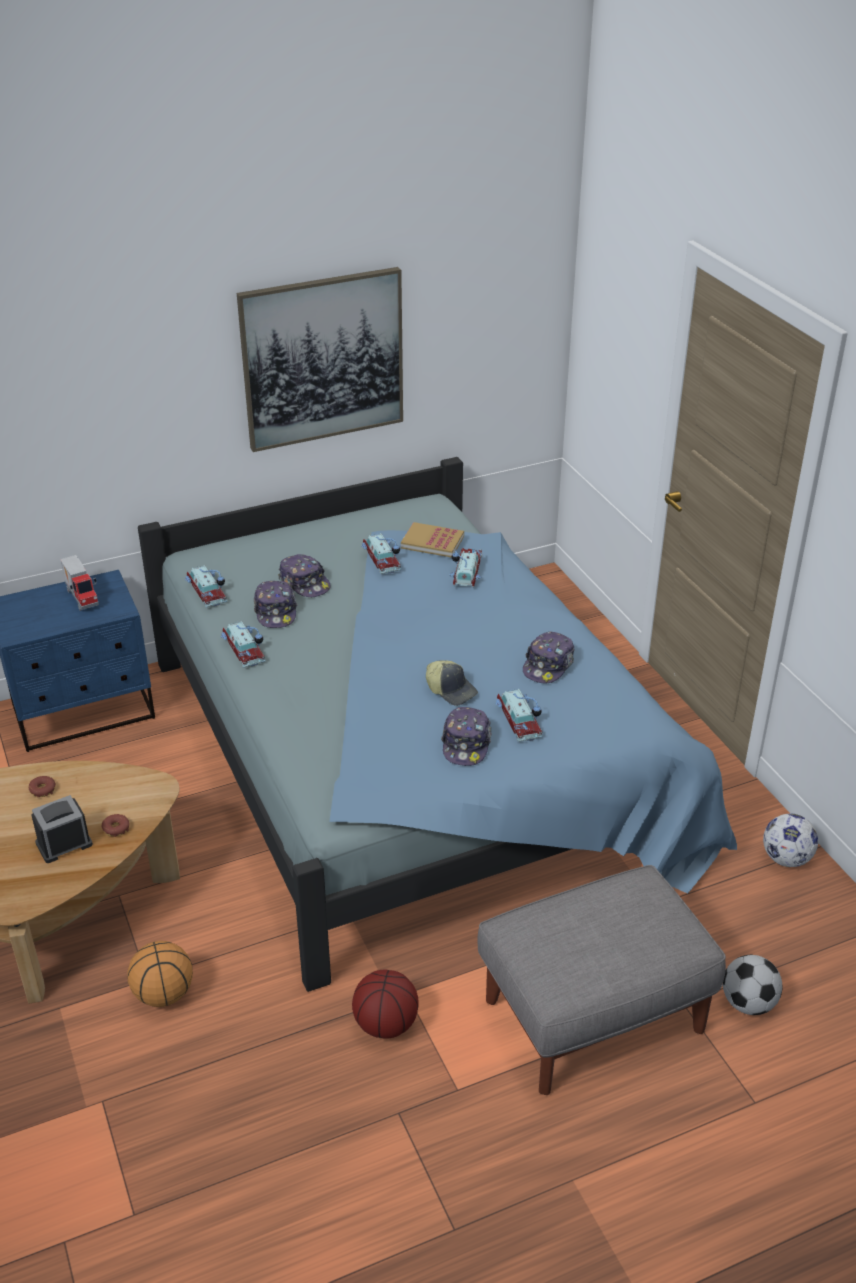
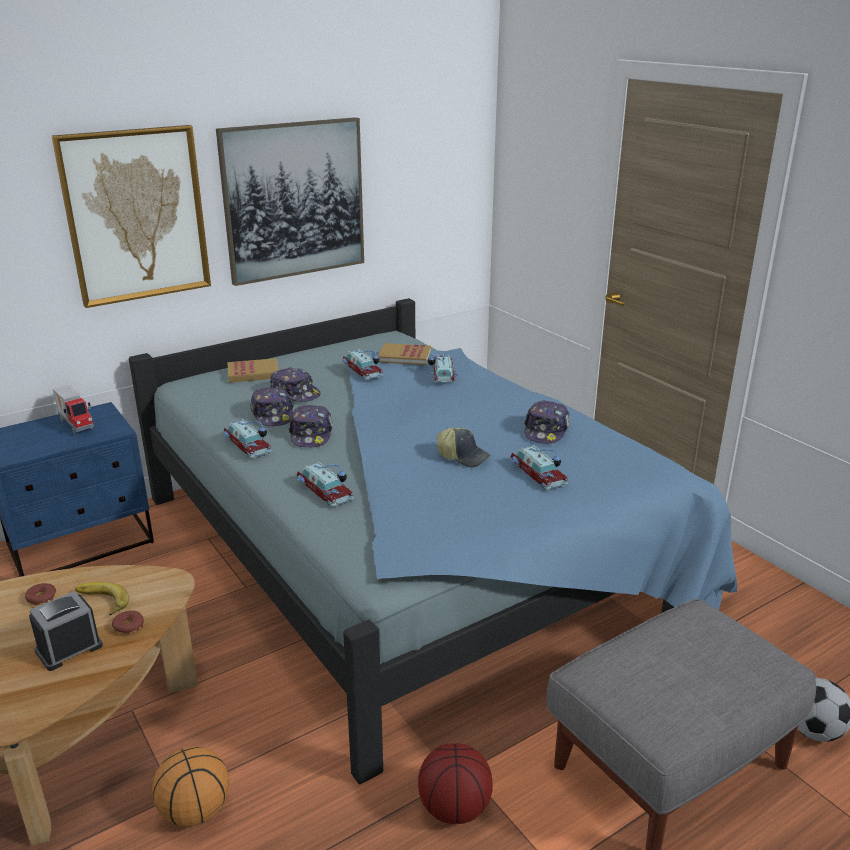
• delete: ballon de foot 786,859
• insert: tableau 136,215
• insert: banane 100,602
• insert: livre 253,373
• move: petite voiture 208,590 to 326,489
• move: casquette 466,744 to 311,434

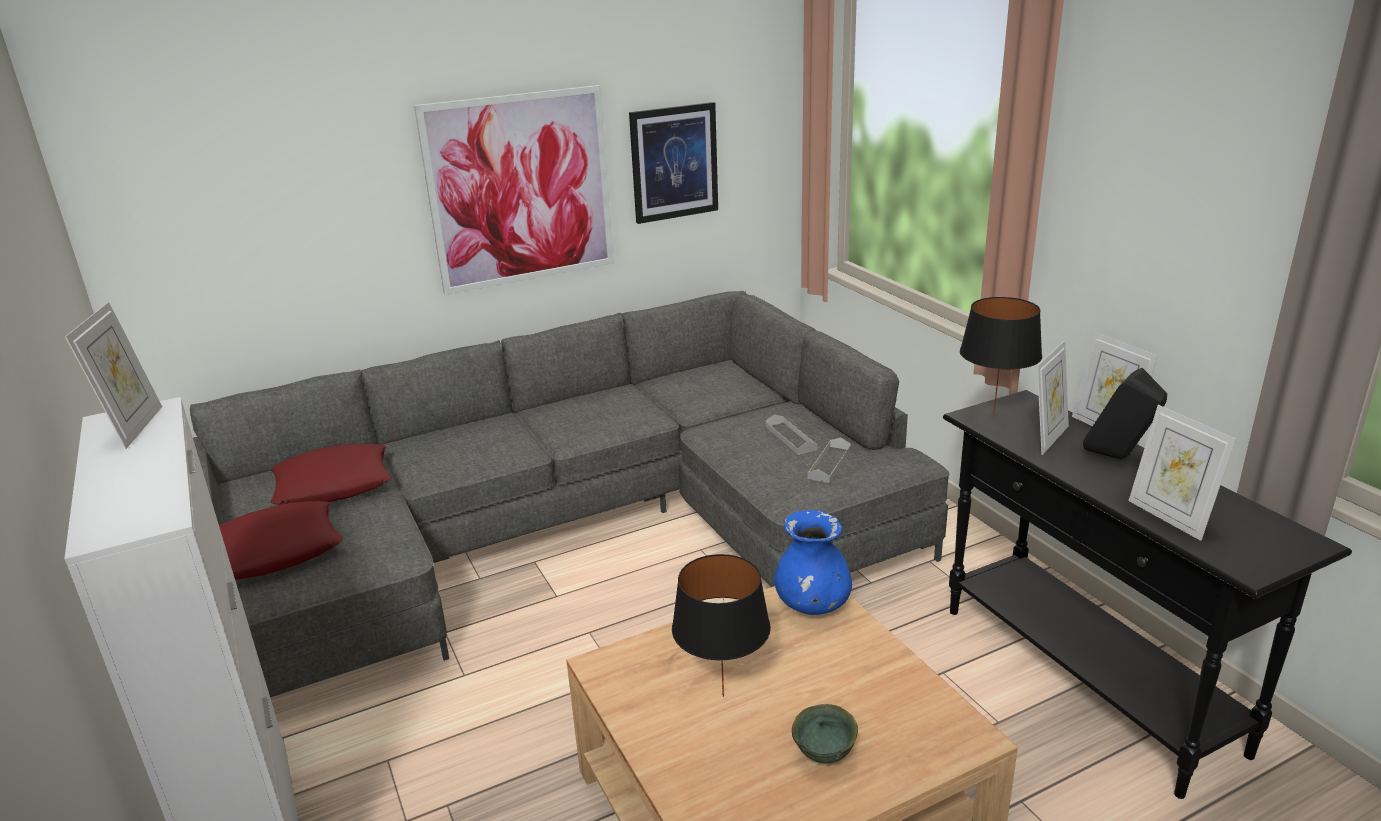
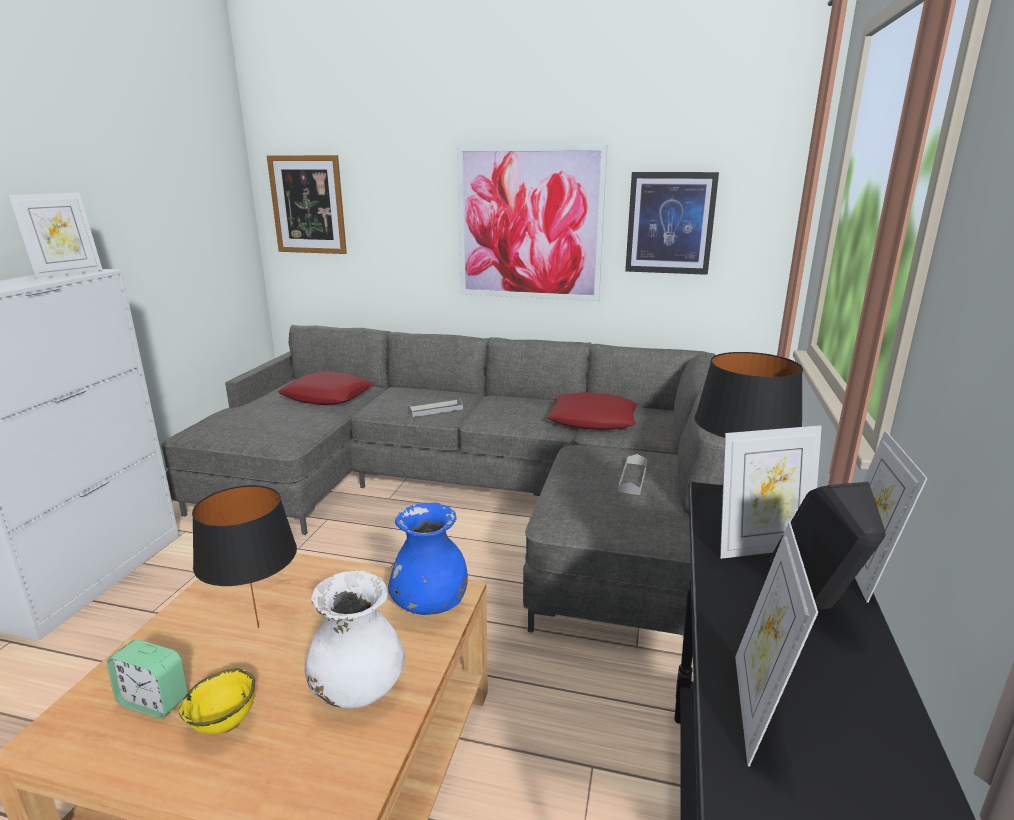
• insert: réveil 154,701
• insert: tableau 308,205
• insert: vase/blanc 357,689
• move: coussin/rouge 275,551 to 593,420
• move: plateau/gris 829,464 to 435,410
• recolor: bol/vert 825,755 to bol/jaune 225,725

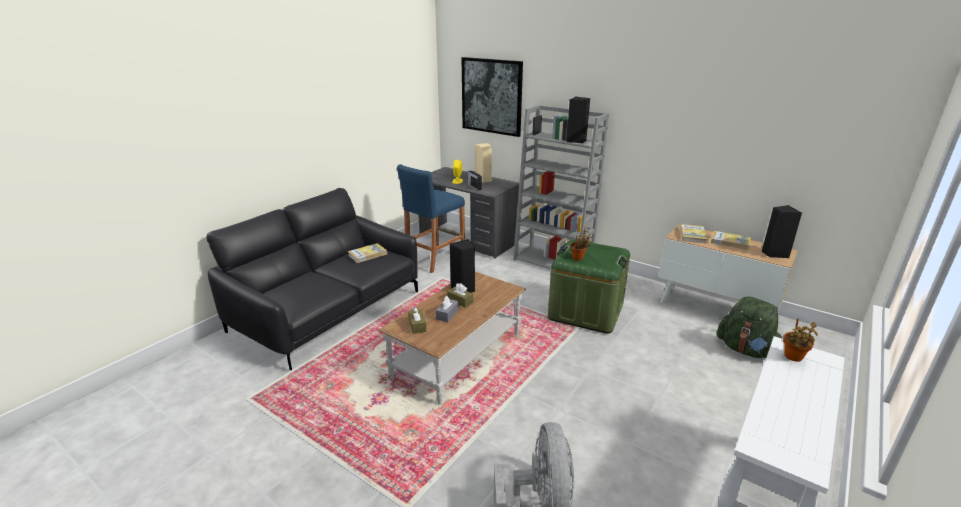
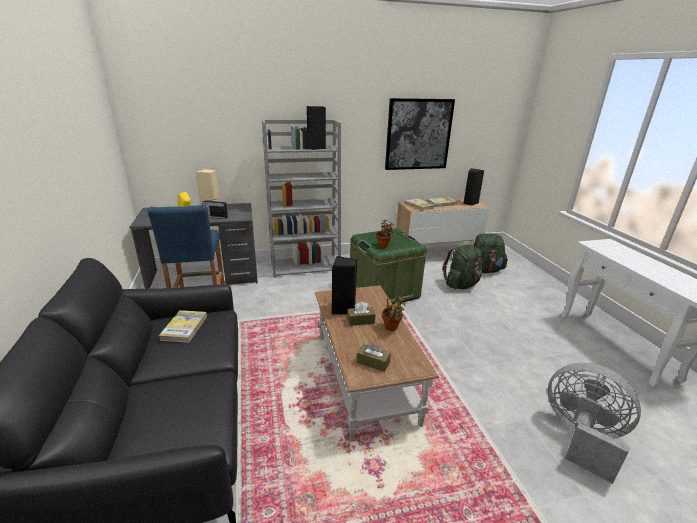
• delete: boîte à mouchoirs/gris 447,314
• insert: sac à dos/vert 461,285
• move: tableau 491,96 to 418,134
• move: plante en pot 793,358 to 391,328

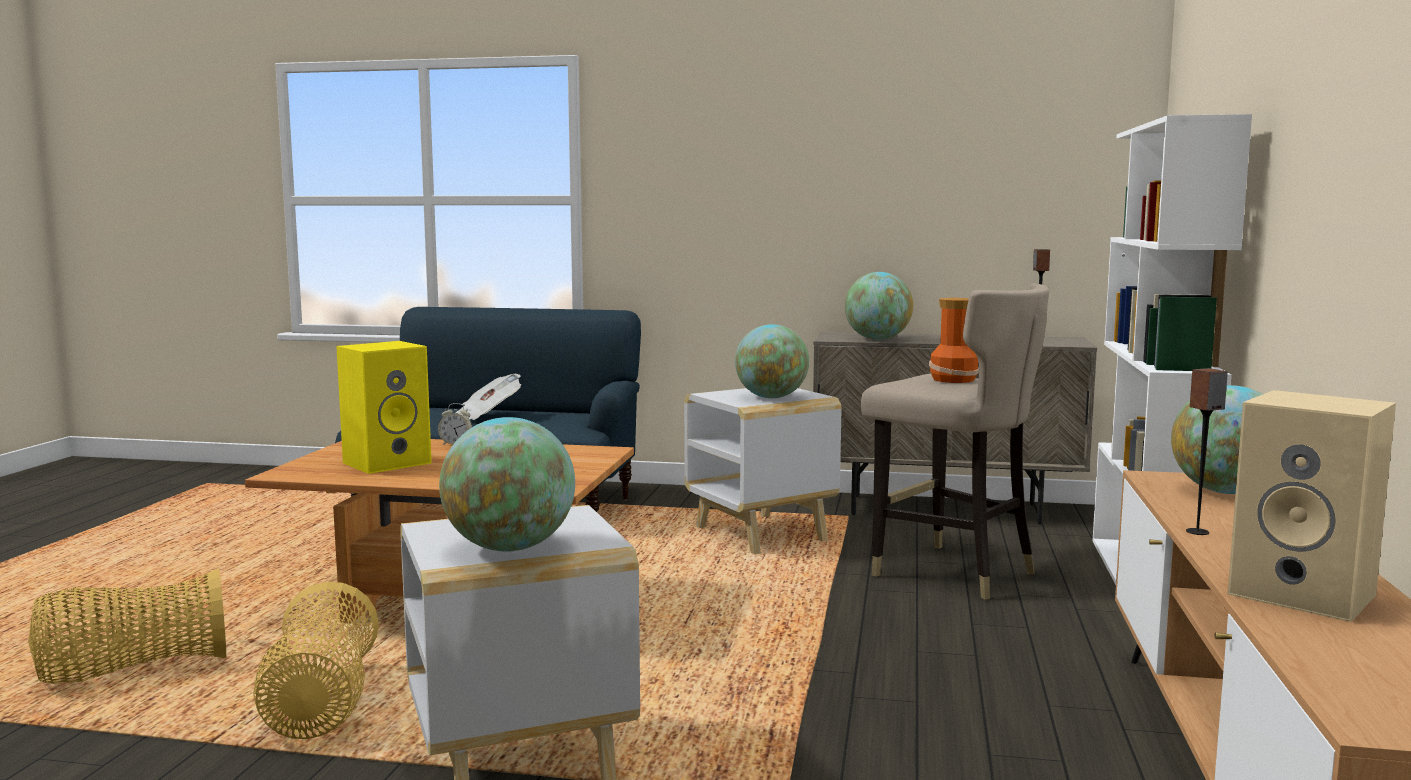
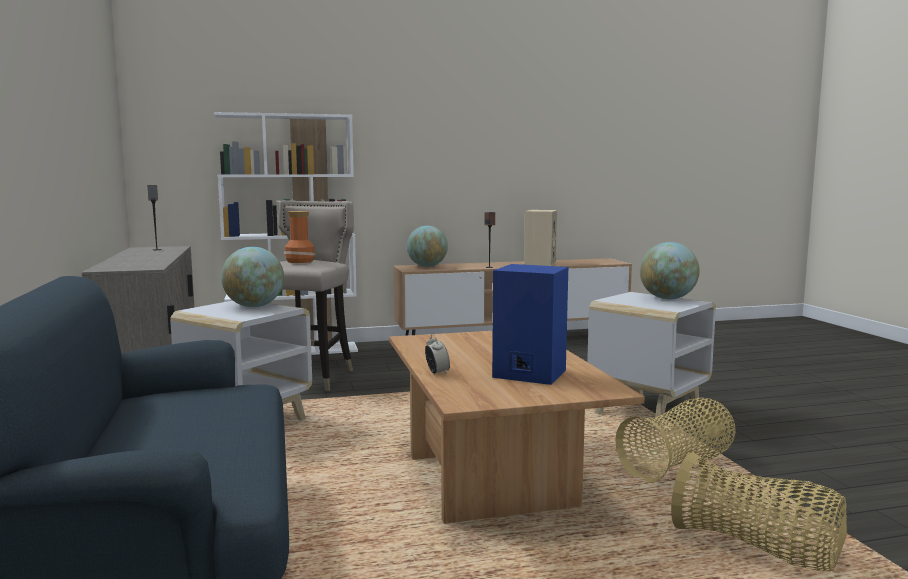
• delete: journal 486,417
• delete: globe 878,339
• recolor: enceinte/jaune 388,462 to enceinte/bleu 527,374

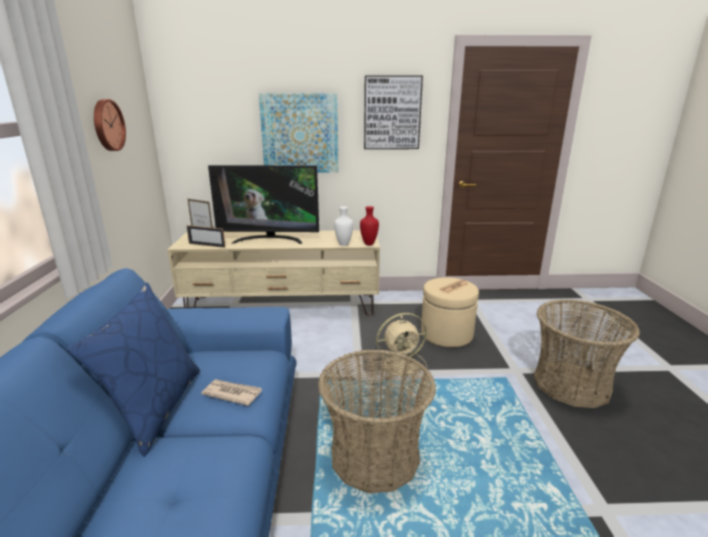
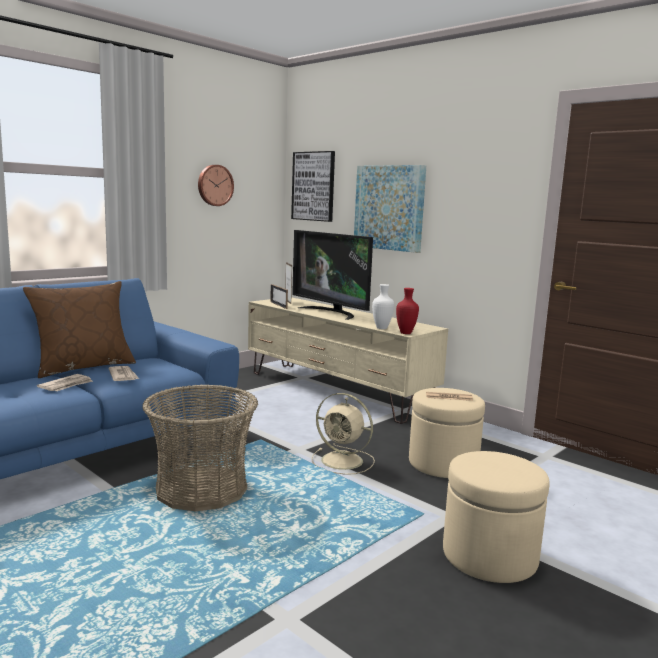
• insert: journal 66,385
• move: tableau 392,113 to 313,186
• replace: panier 571,384 to pouf/beige 489,555
• recolor: coussin/bleu 155,407 to coussin/marron 83,367

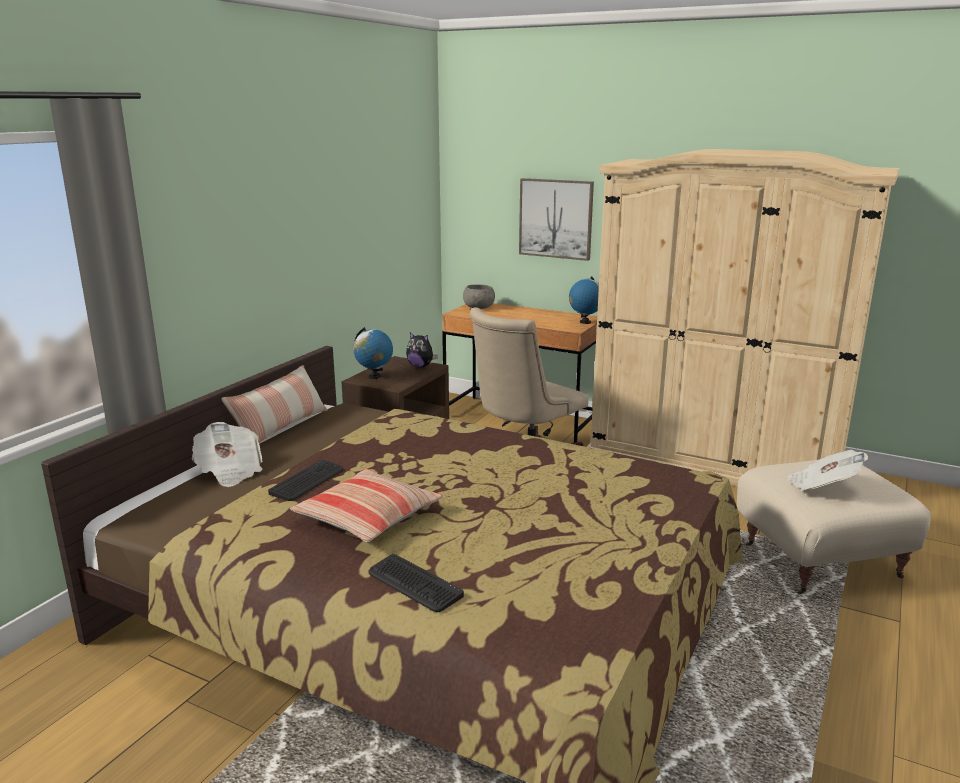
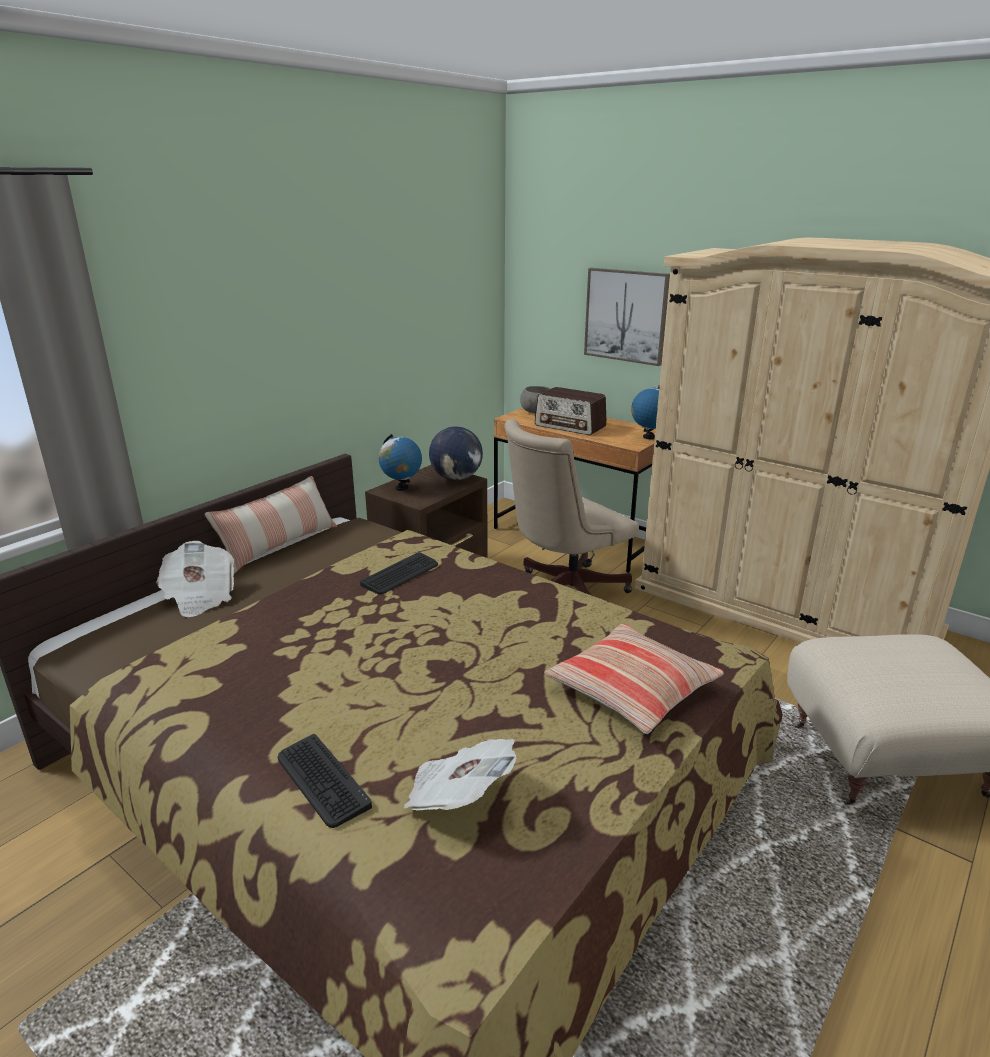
• insert: radio 570,426
• move: clavier 307,481 to 400,574
• move: coussin 368,517 to 632,689
• move: journal 822,486 to 459,796
• replace: peluche 421,366 to globe 456,478

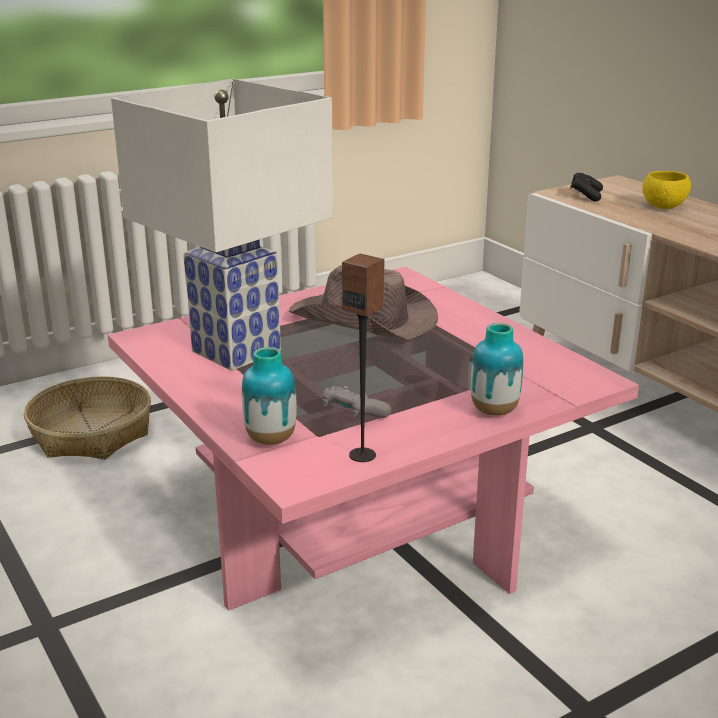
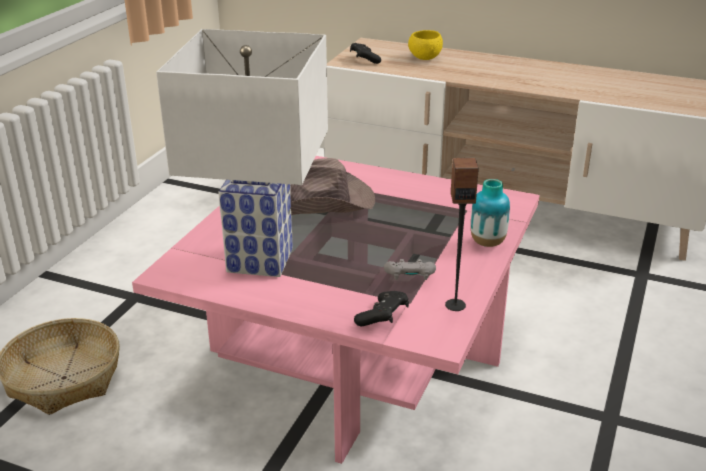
• replace: vase 270,439 to manette/noir 383,318

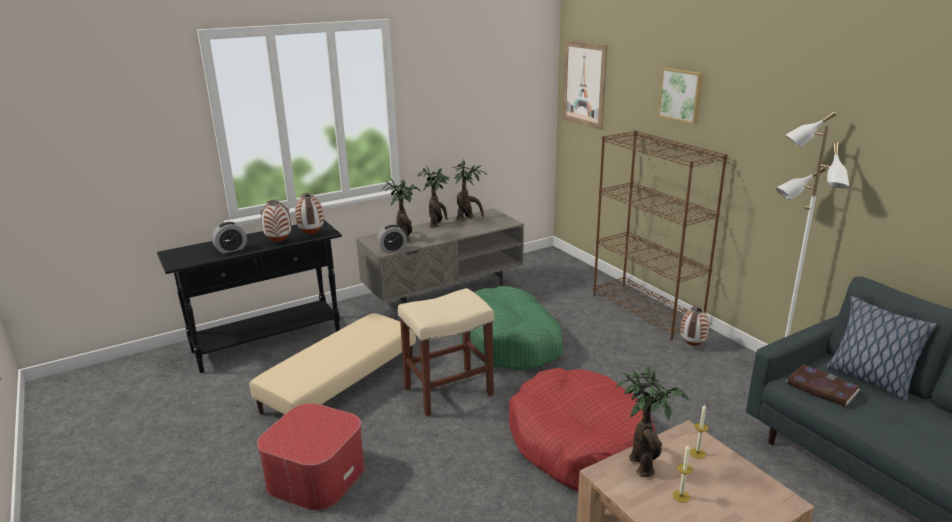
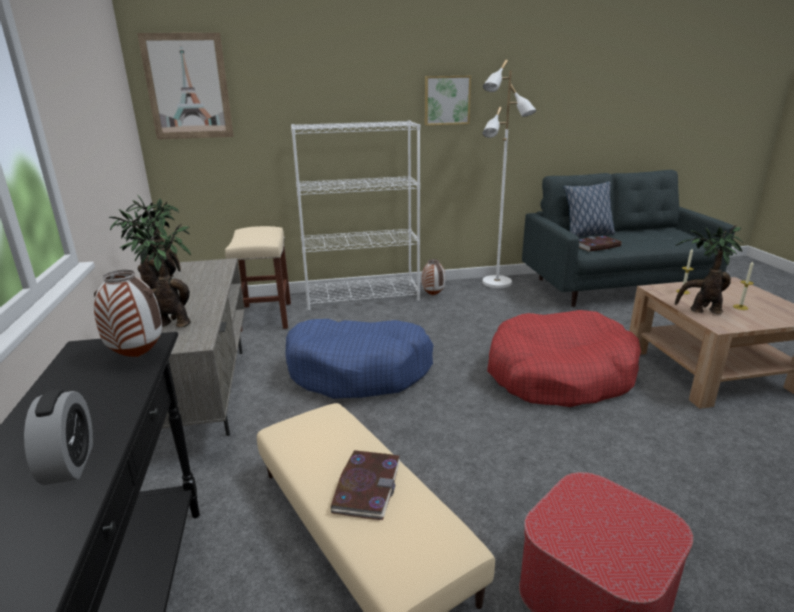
• delete: vase 279,242
• delete: réveil 392,249
• insert: livre 366,486
• move: tabouret/beige 449,391 to 265,316
• move: tableau 681,95 to 446,100
• recolor: panier pour chien/vert 510,342 to panier pour chien/bleu 359,371
• recolor: bibliothèque/marron 646,311 to bibliothèque/blanc 362,296

